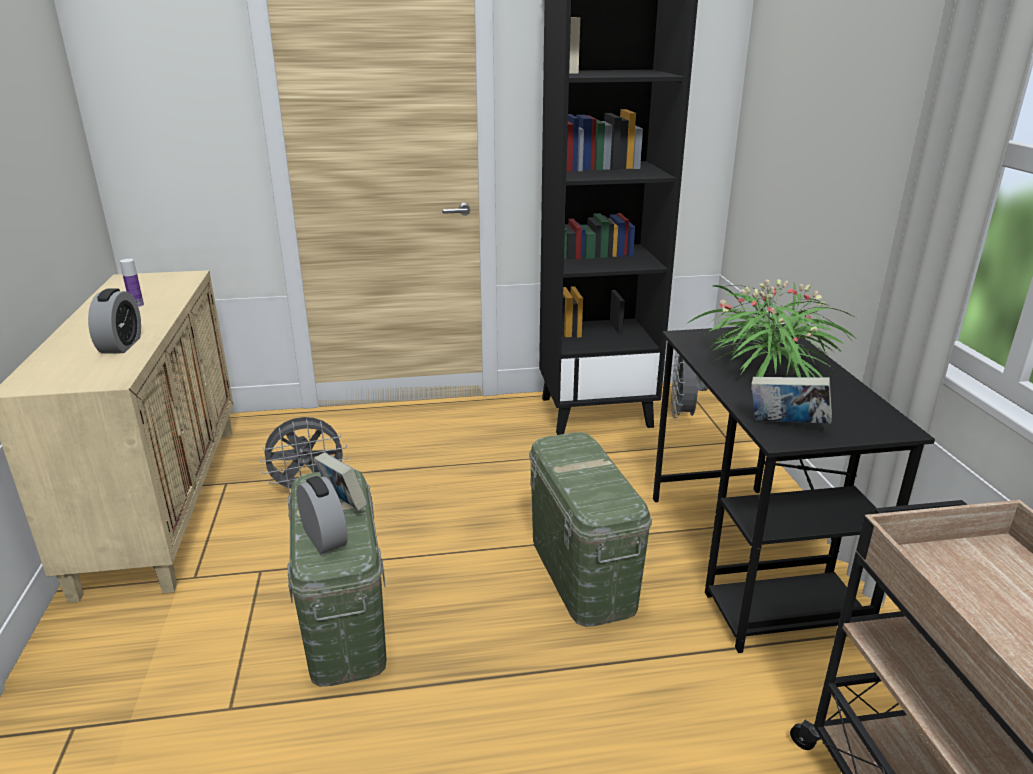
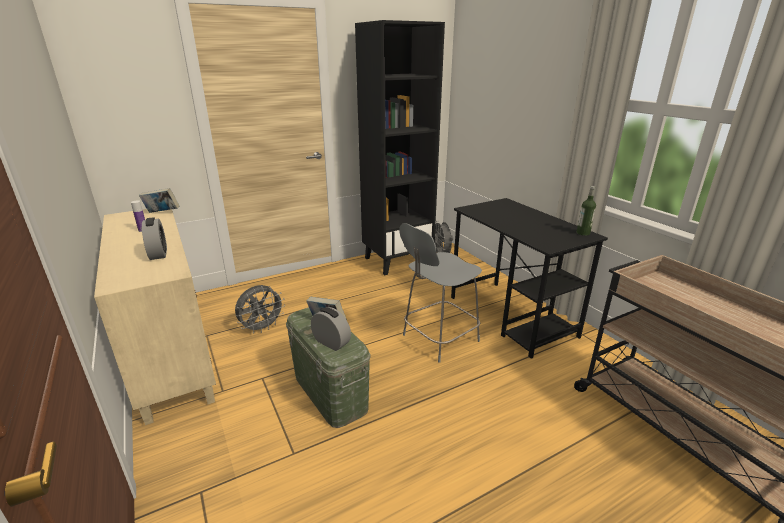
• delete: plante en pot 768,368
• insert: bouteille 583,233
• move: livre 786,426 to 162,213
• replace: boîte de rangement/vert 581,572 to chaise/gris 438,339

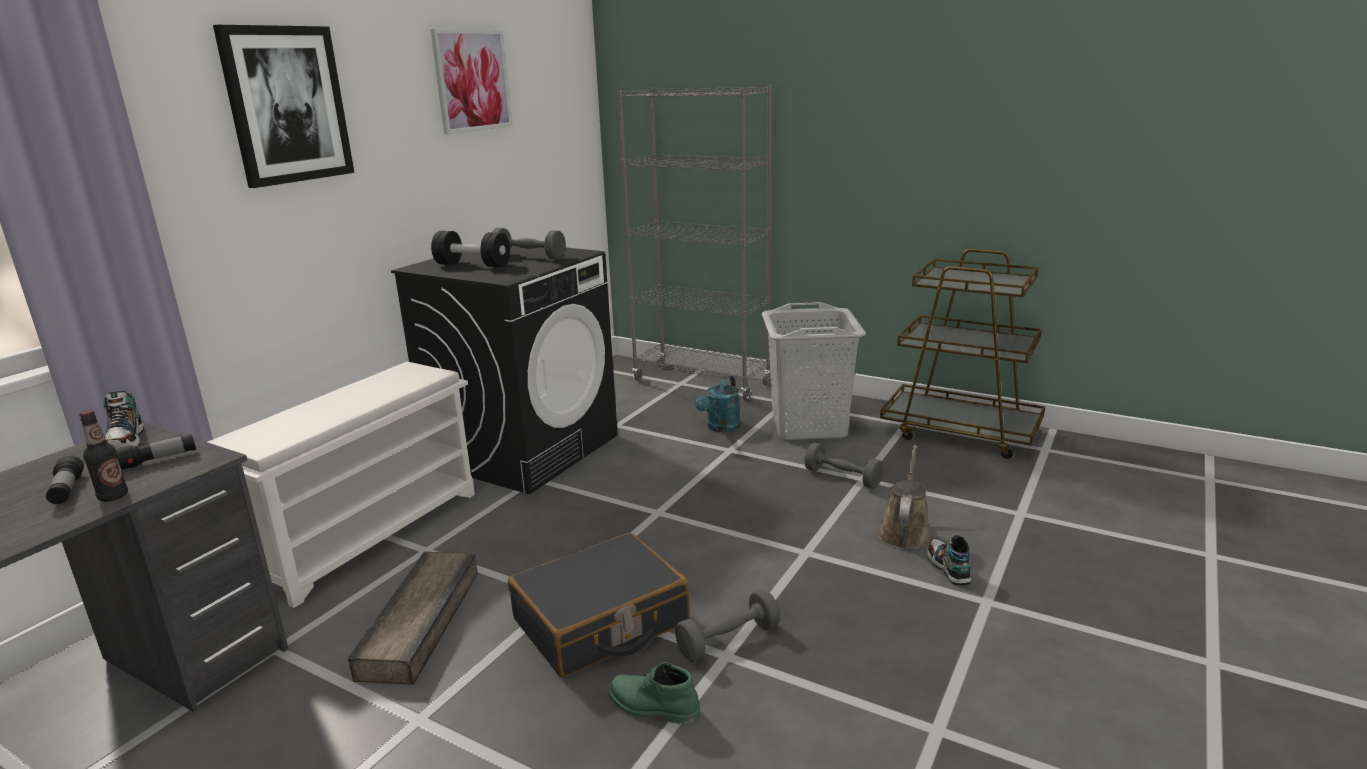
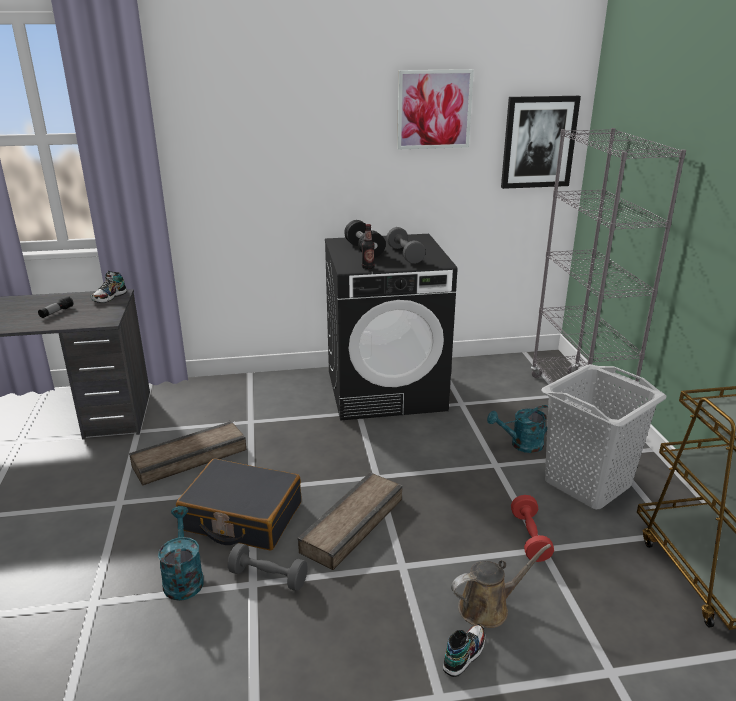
• delete: lampe de poche 158,460
• delete: étagère à chaussures/blanc 368,534
• insert: caisse 354,525
• move: bouteille 113,496 to 368,267
• move: tableau 287,105 to 538,142
• replace: botte/vert 652,707 to arrosoir/turquoise 183,577
• recolor: haltère/gris 842,477 to haltère/rouge 530,537

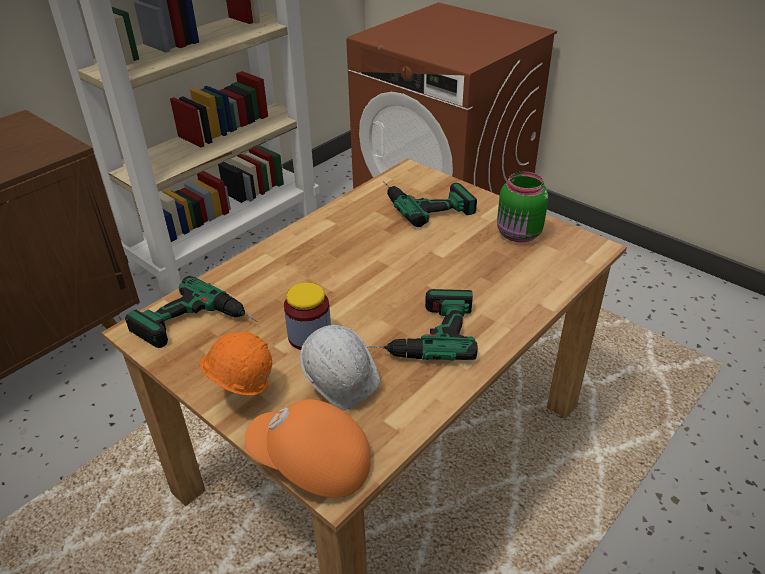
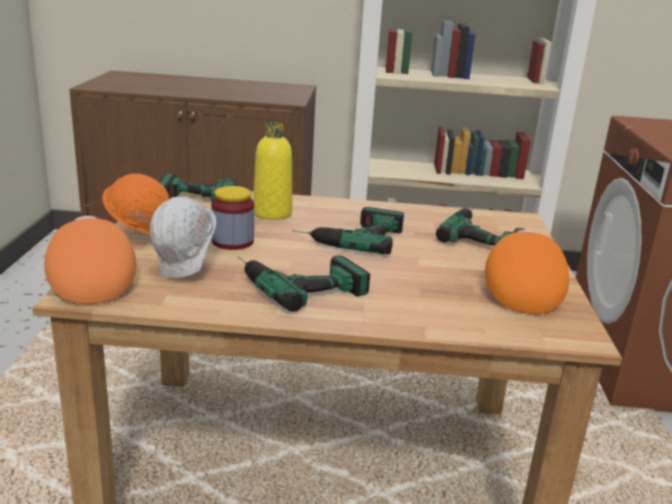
• insert: bouteille/jaune 272,213
• insert: perceuse 348,236
• replace: bocal/vert 519,235 to casquette/orange 520,290

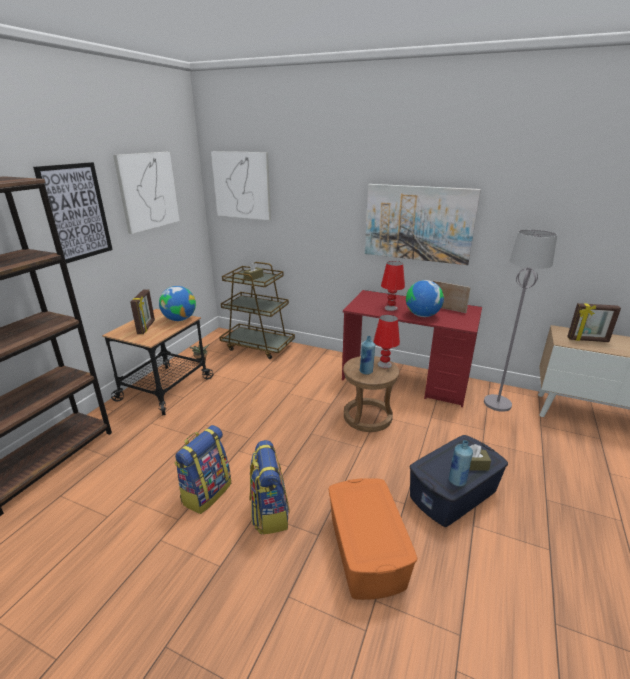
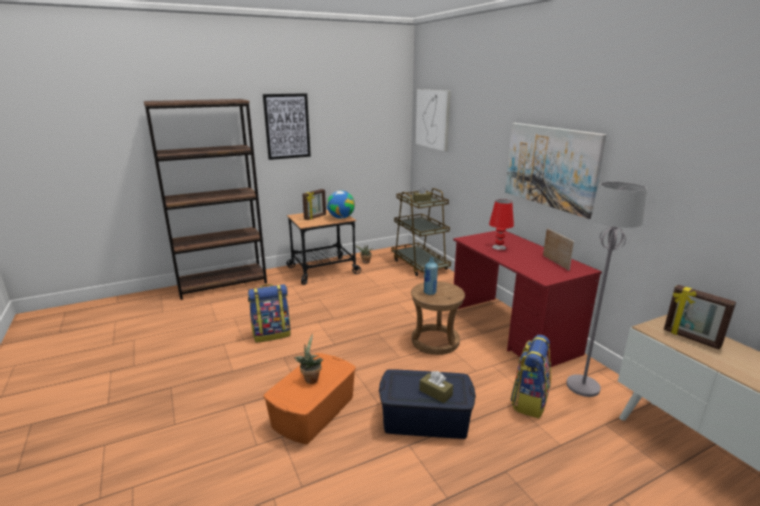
• delete: tableau 148,191
• delete: lampe de table/rouge 384,364
• delete: globe 422,315
• delete: bouteille/bleu 457,481
• insert: plante en pot 310,378
• move: sac à dos 269,512 to 529,401

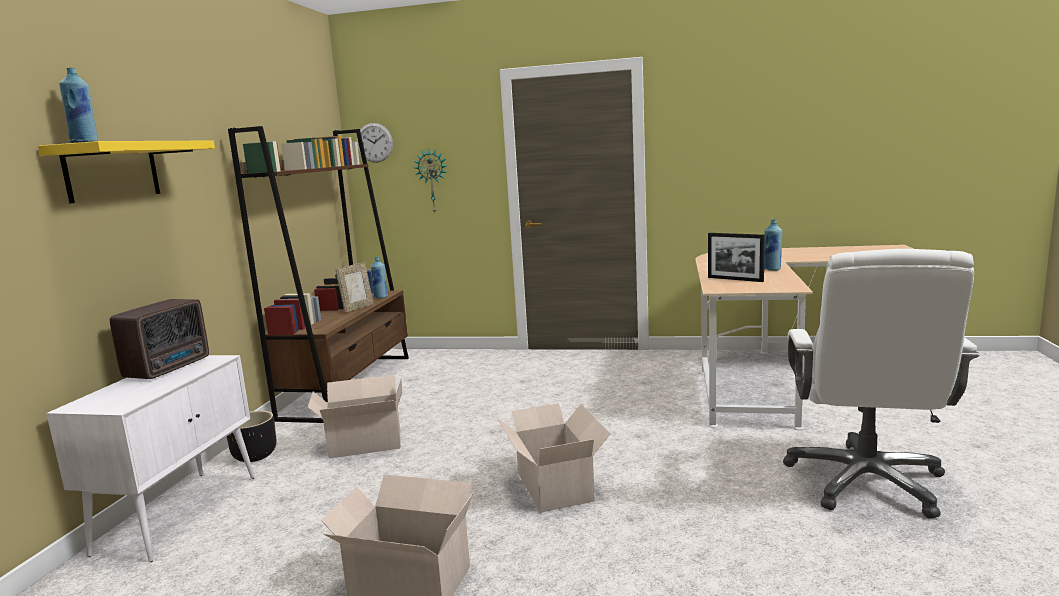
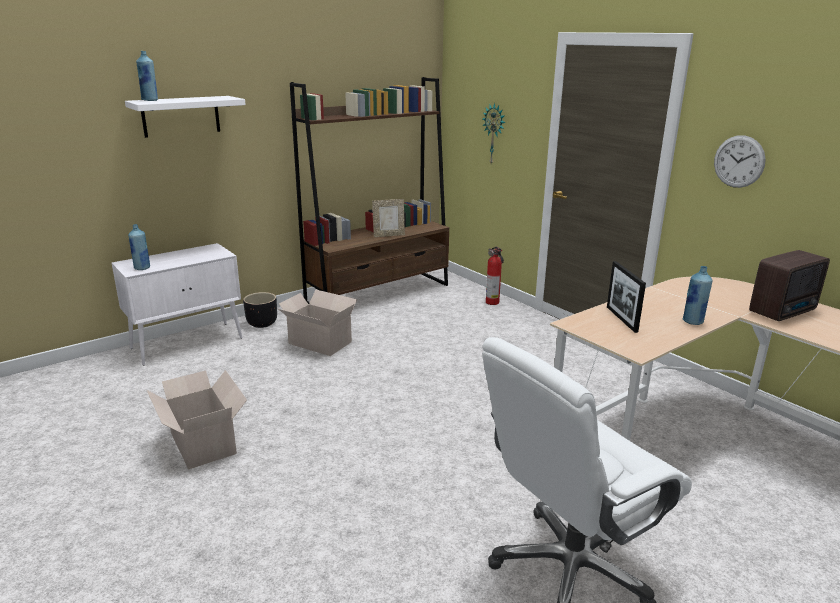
• delete: carton 554,485
• insert: extincteur 493,302
• move: radio 170,368 to 784,311
• move: horloge murale 374,142 to 739,161
• move: bouteille/bleu 381,297 to 142,268
• recolor: étagère/jaune 112,171 to étagère/blanc 181,116

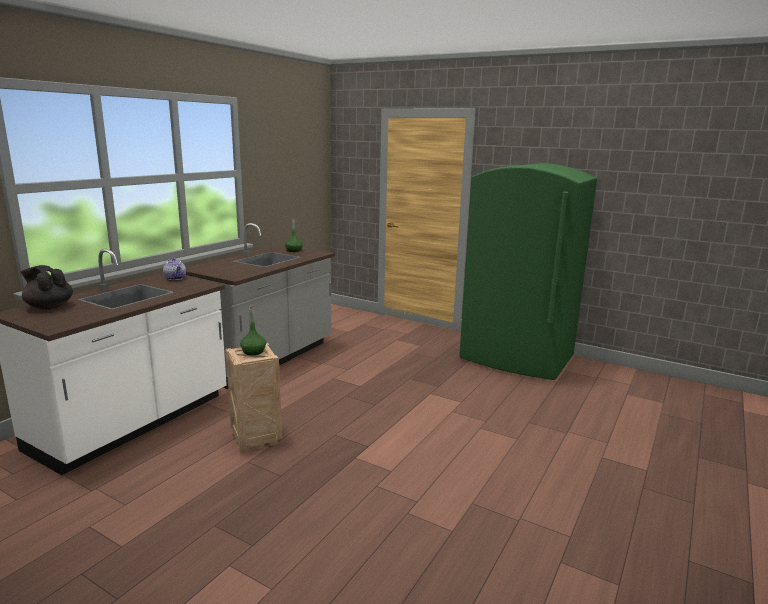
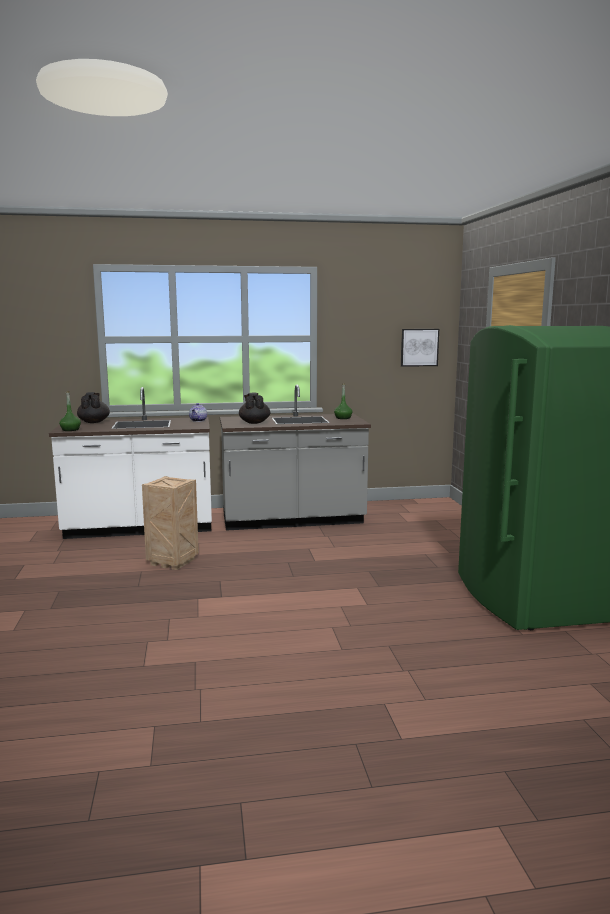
• insert: théière/noir 254,422
• insert: tableau 419,347
• move: bouteille/vert 253,351 to 70,430

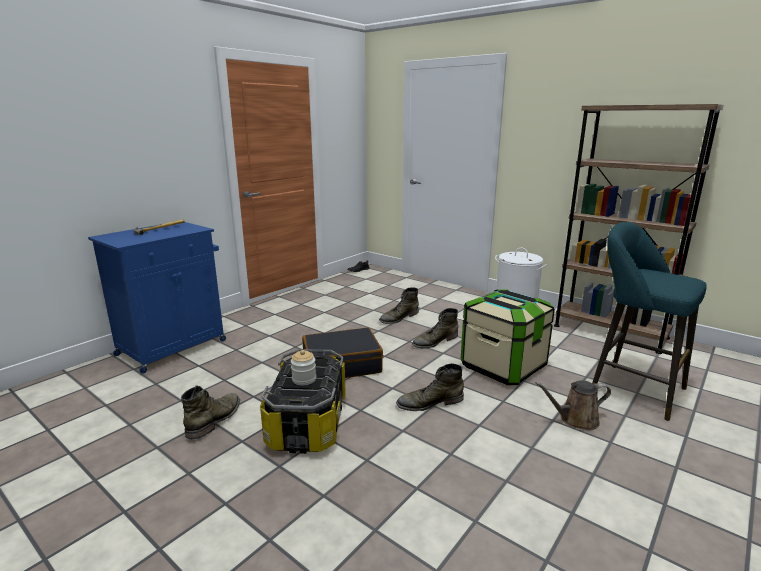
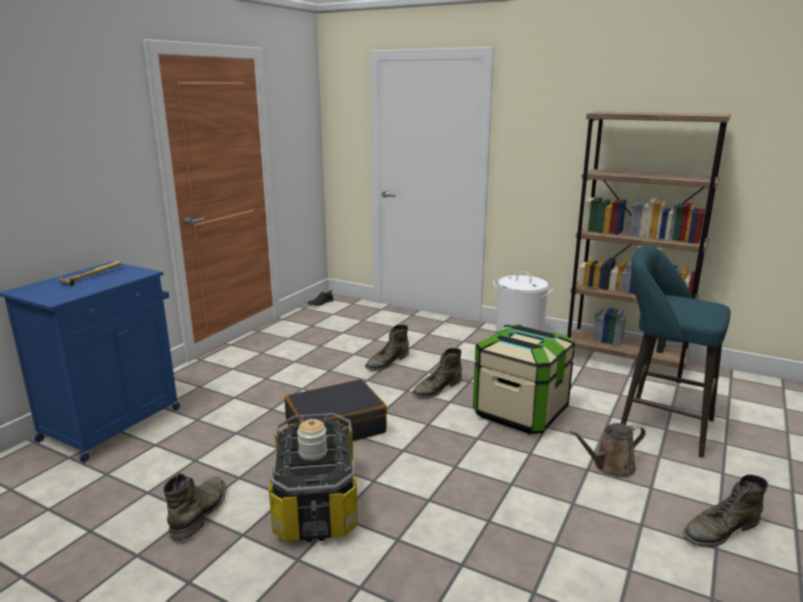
• move: botte/vert 429,403 to 720,530

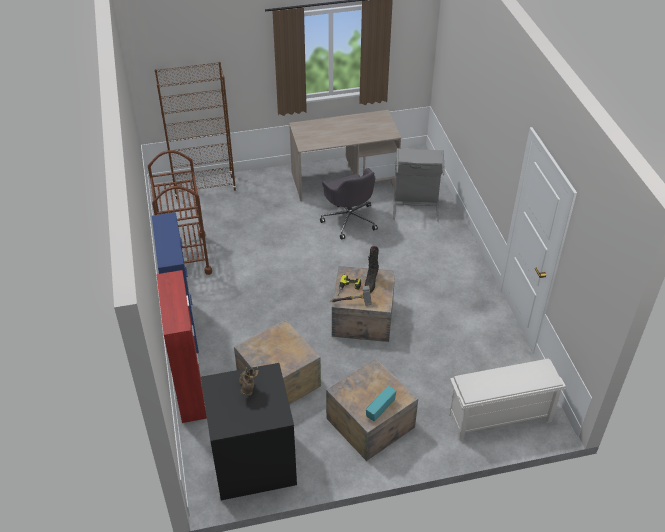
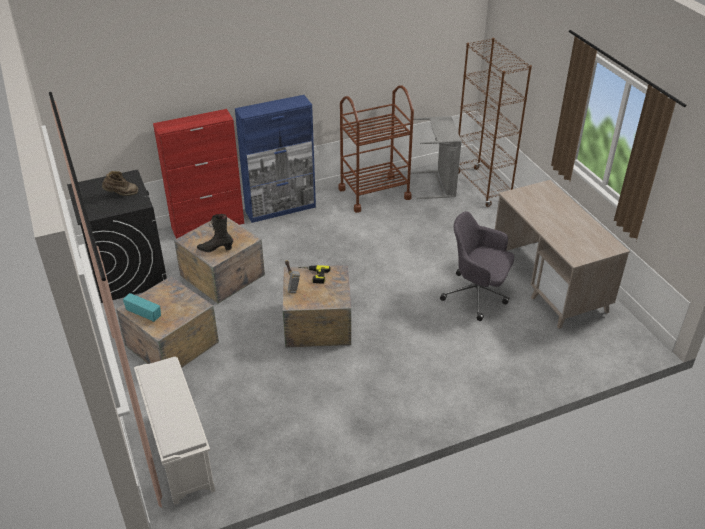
• move: botte/noir 370,282 to 215,249
• move: panier à linge/gris 415,205 to 438,185
• rotate: chaise de bureau/gris 349,219 = 477,295 60 degrees clockwise

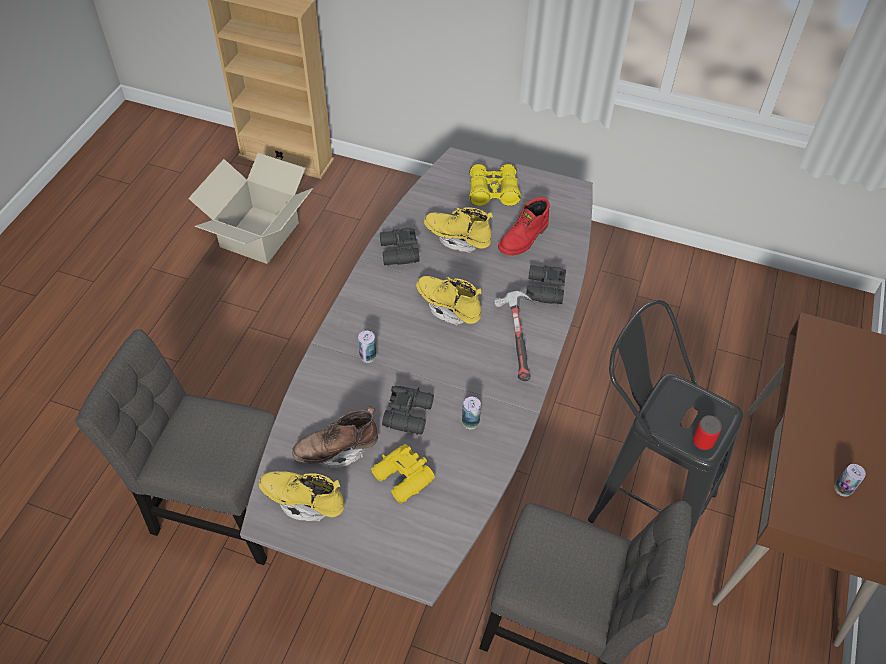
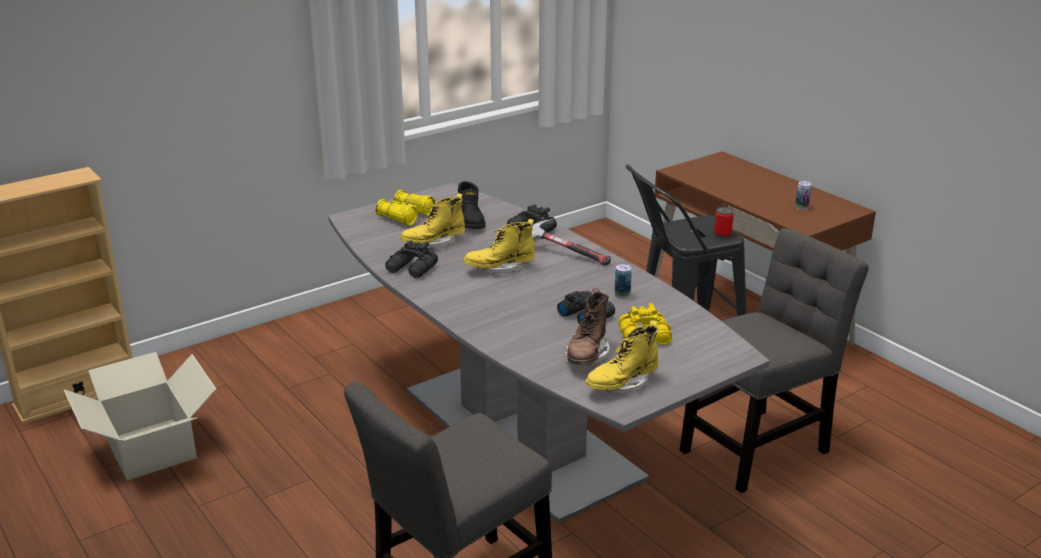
• delete: boîte métallique 368,356
• recolor: botte/rouge 524,238 to botte/noir 471,221

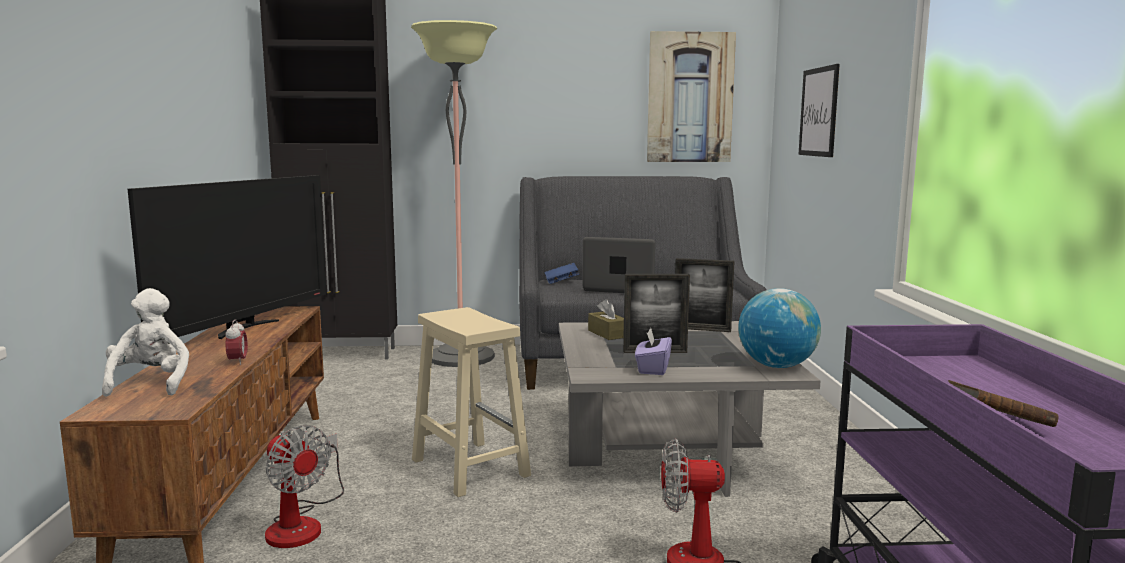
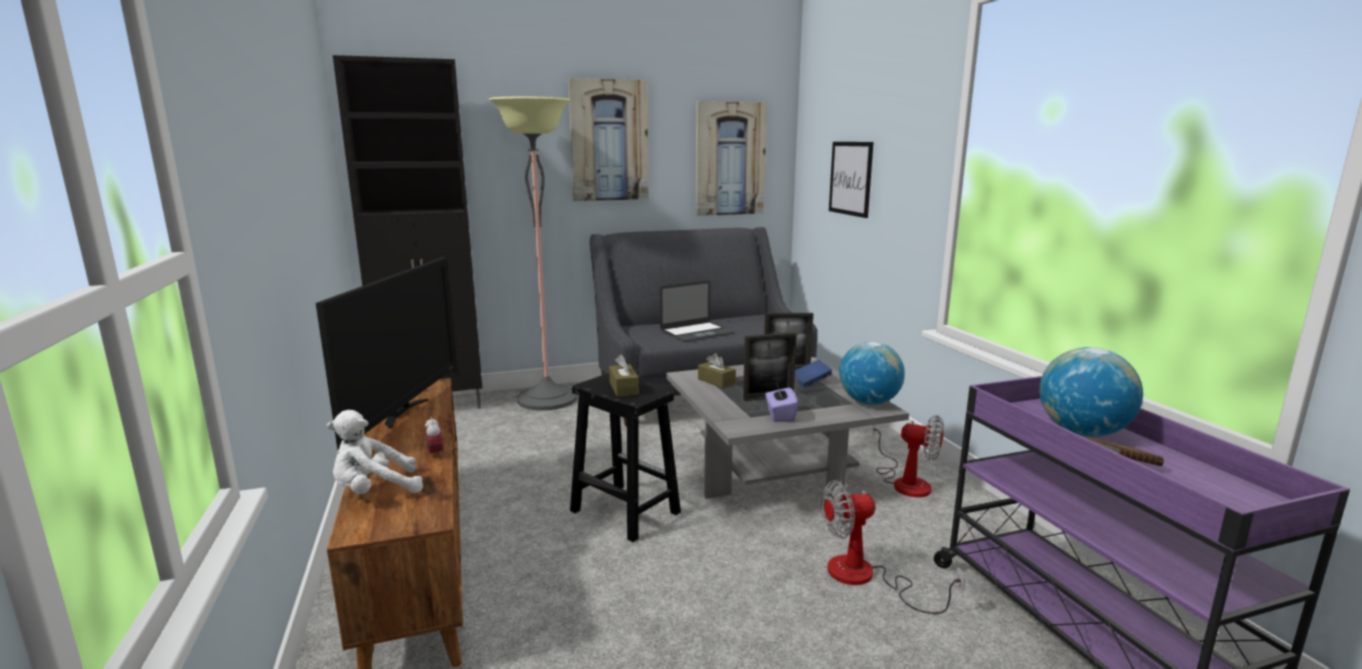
• insert: tableau 609,141
• insert: boîte à mouchoirs/marron 624,388
• insert: globe 1082,432
• move: ventilateur 302,523 to 905,481
• move: livre/bleu 561,281 to 810,382
• recolor: tabouret/beige 468,467 to tabouret/noir 623,511
• rotate: peluche/blanc 151,384 = 375,491 90 degrees counterclockwise
• rotate: ordinateur portable 621,288 = 696,332 150 degrees clockwise

